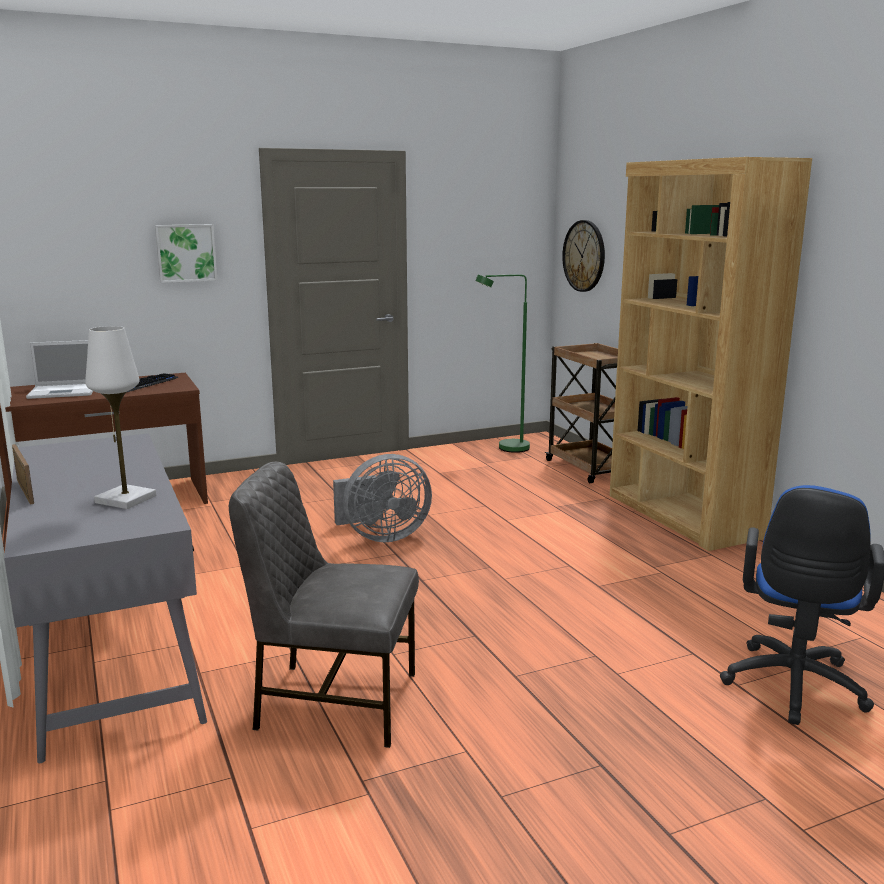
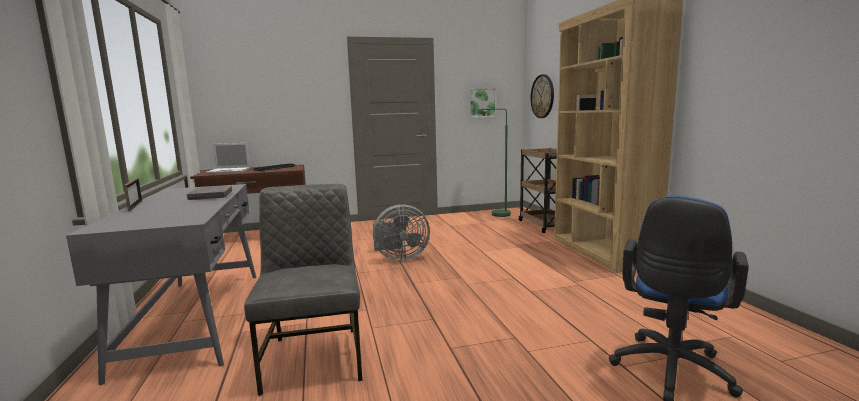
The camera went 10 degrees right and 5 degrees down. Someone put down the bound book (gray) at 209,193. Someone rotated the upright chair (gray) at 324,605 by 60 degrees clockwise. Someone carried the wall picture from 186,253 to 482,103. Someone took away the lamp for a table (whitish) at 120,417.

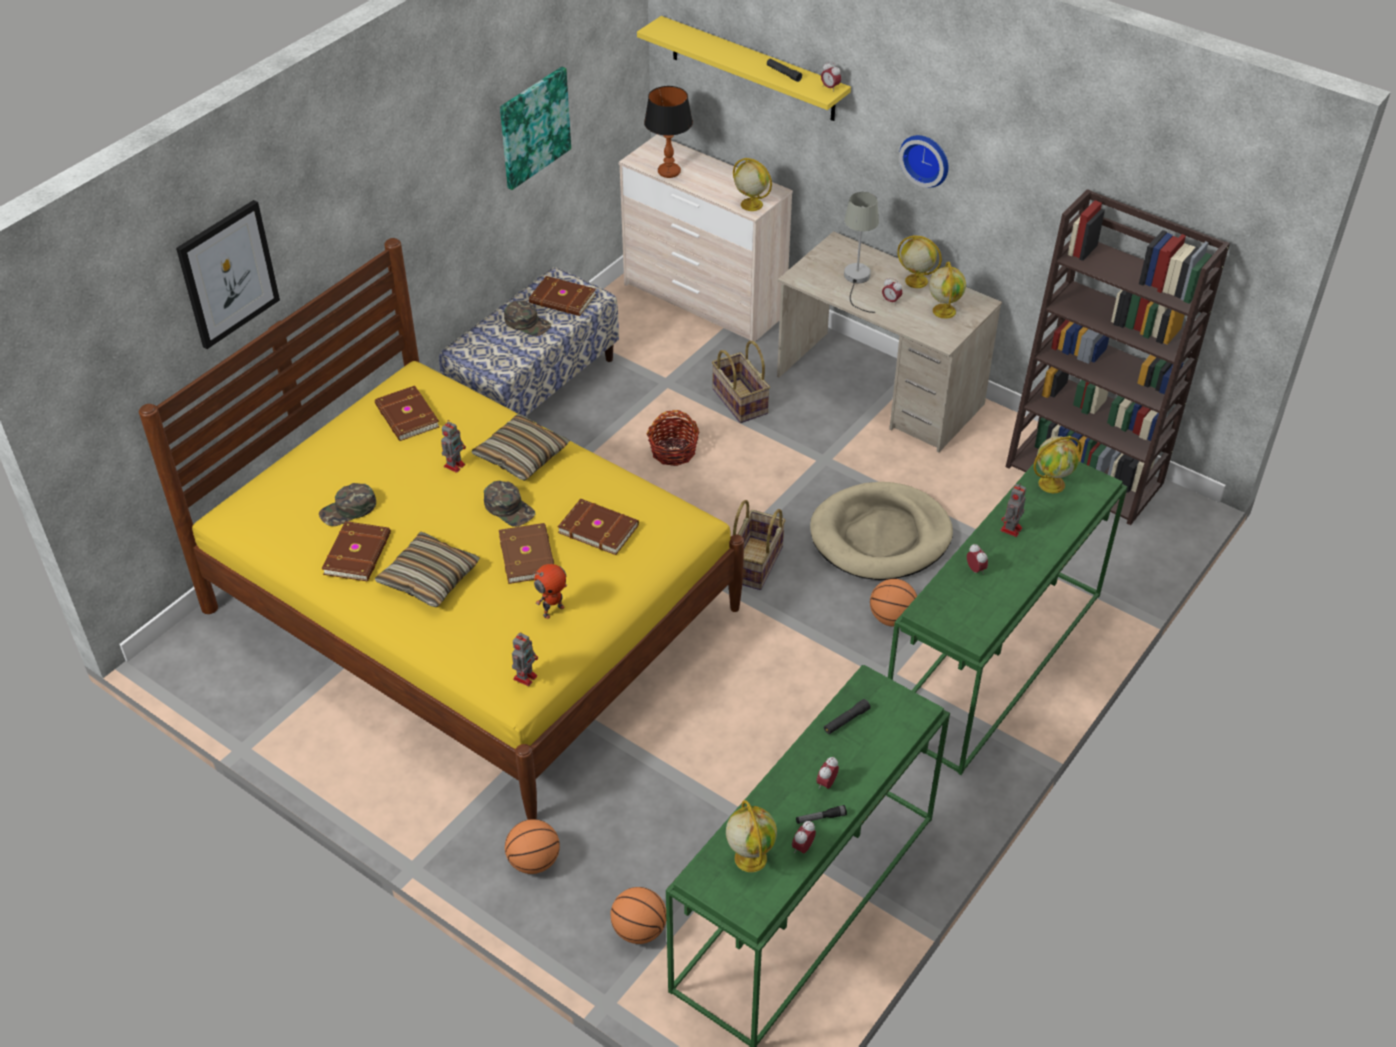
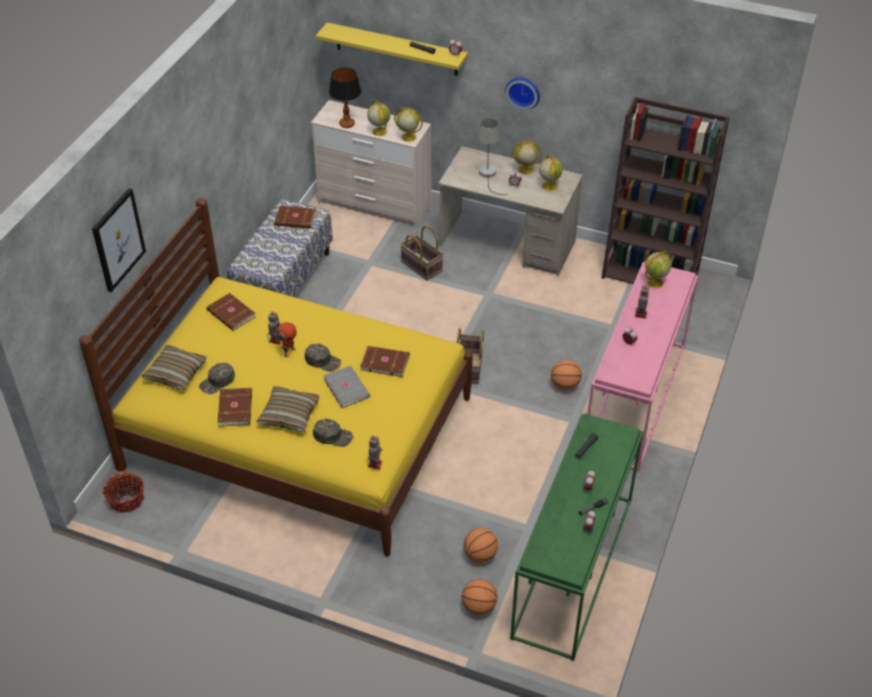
The camera went 15 degrees left and 0 degrees up. Someone carried the basket from 672,438 to 123,492. Someone carried the cushion from 520,447 to 174,367. Someone carried the toy robot from 550,591 to 287,339. Someone carried the cap (green) from 527,318 to 333,433. Someone repainted the bound book (brown-coloured) at 526,553, which became the bound book (gray) at 346,387. Someone carried the desk globe from 751,836 to 378,118. Someone carried the ball for basketball from 532,846 to 481,545. Someone repainted the hall table (green) at 1008,618, which became the hall table (pink-coloured) at 643,366. Someone took away the wall picture at 535,128. Someone took away the dog cushion (beige-coloured) at 881,531.

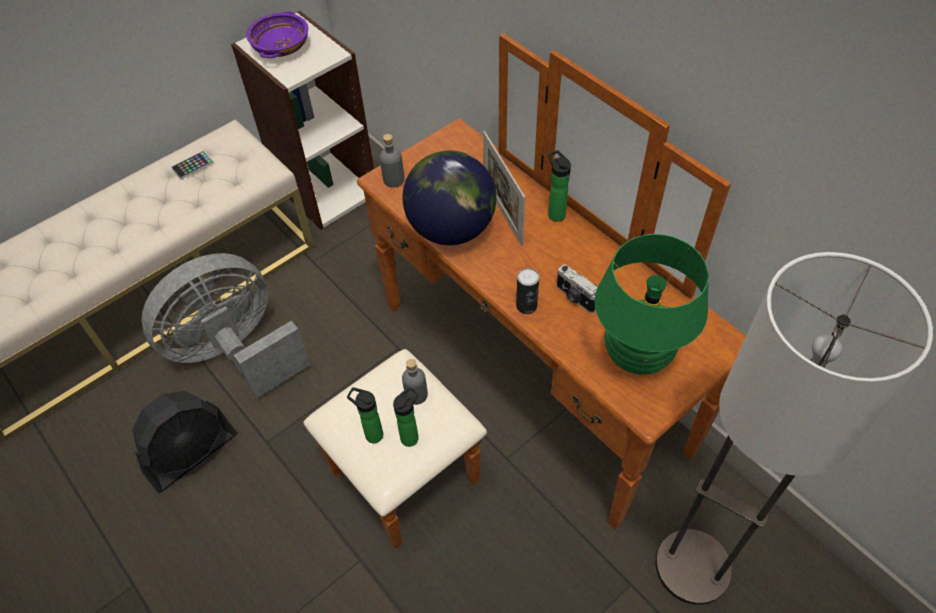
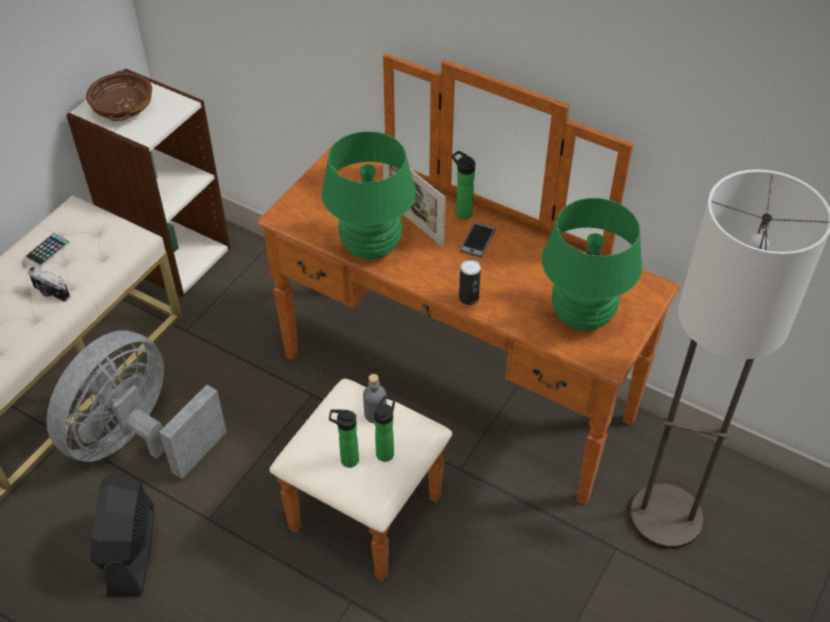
The camera went 20 degrees left and 5 degrees down. Someone carried the still camera from 577,288 to 49,284. Someone repainted the deep dish (purple-coloured) at 277,34, which became the deep dish (brown-coloured) at 119,95. Someone rotated the cooling fan (black) at 184,442 by 150 degrees clockwise. Someone swapped the desk globe at 449,197 for the lamp for a table (green) at 369,195. Someone put down the handset at 478,240. Someone took away the drink bottle (gray) at 392,161.

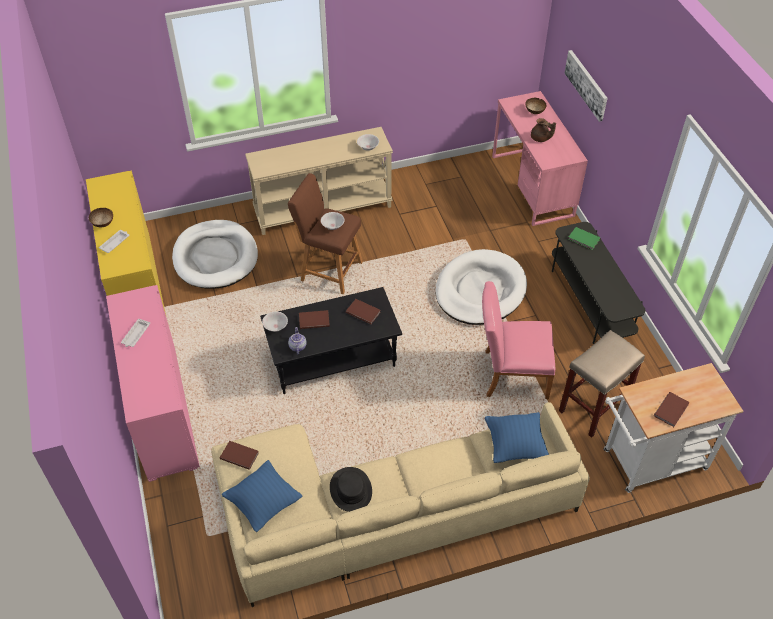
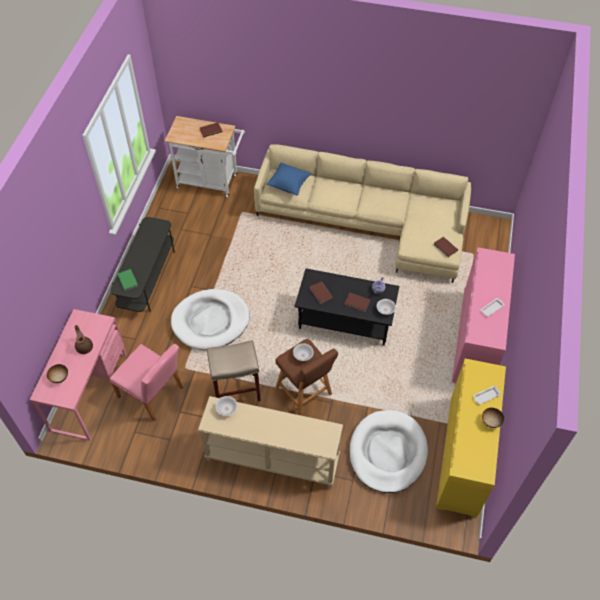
The camera went 150 degrees left and 5 degrees up. Someone carried the upright chair (pink-coloured) from 518,340 to 146,382. Someone carried the sitting stool (beige-coloured) from 602,384 to 234,370. Someone took away the cushion (bluish) at 262,496. Someone took away the clothing hat (black) at 351,489. Someone took away the wall picture at 586,86.

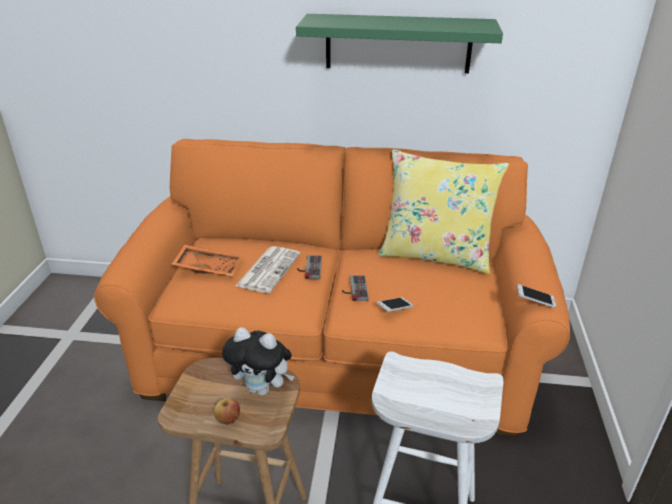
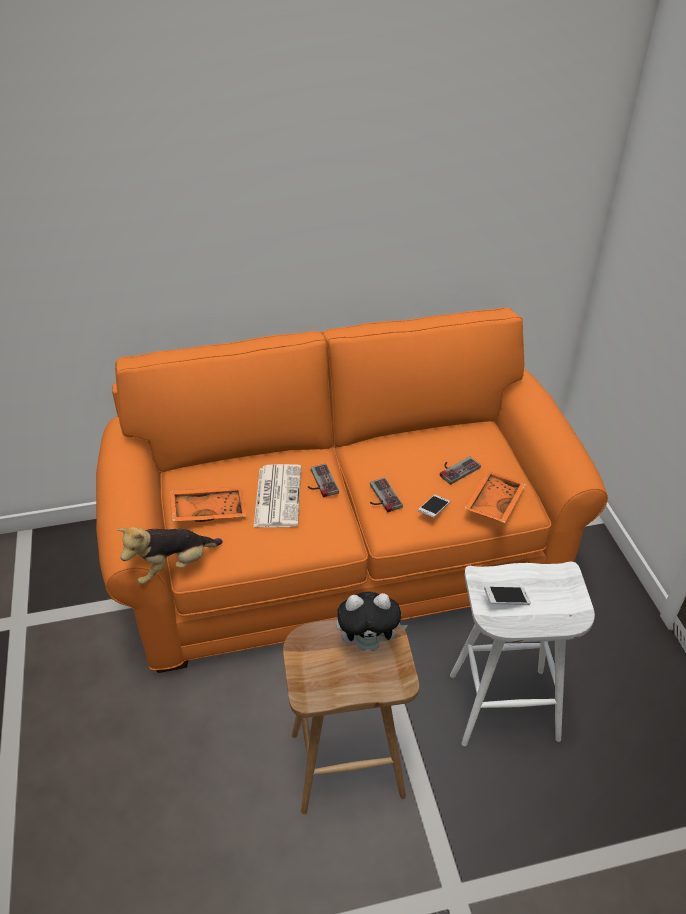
The camera went 20 degrees left and 10 degrees up. Someone put down the soft toy at 170,555. Someone put down the gamepad at 460,470. Someone put down the carrying tray (orange) at 495,496. Someone carried the handset from 537,296 to 507,595. Someone took away the apple at 227,411. Someone took away the wall shelf (green) at 399,43. Someone took away the cushion (yellow) at 443,211.

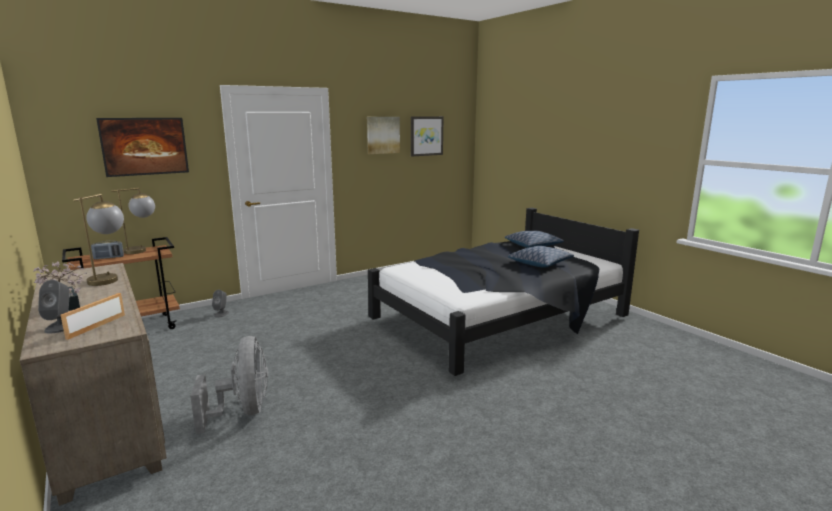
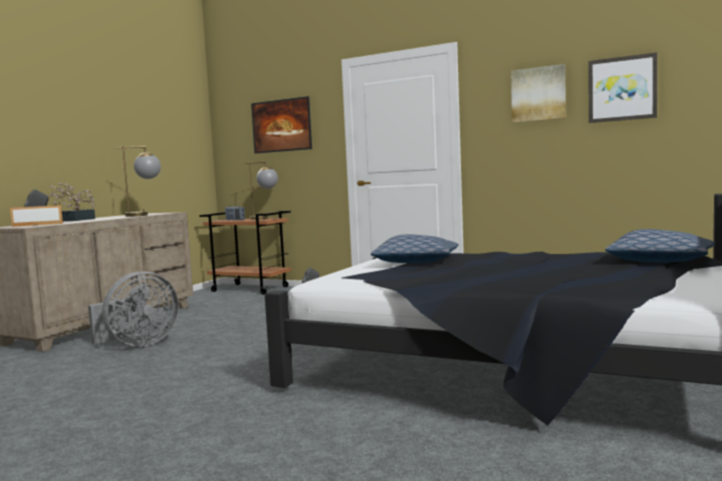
The camera went 60 degrees right and 10 degrees down. Someone carried the cushion from 541,257 to 415,248.

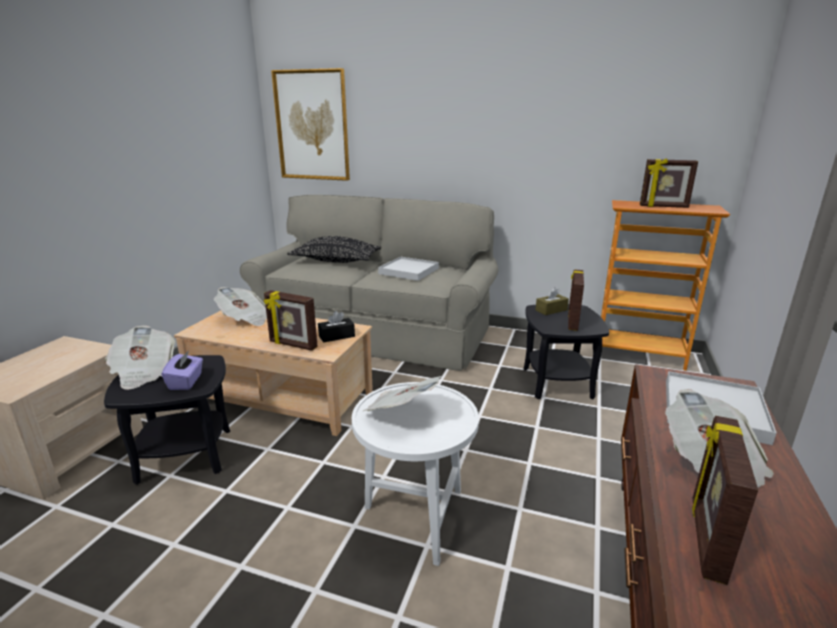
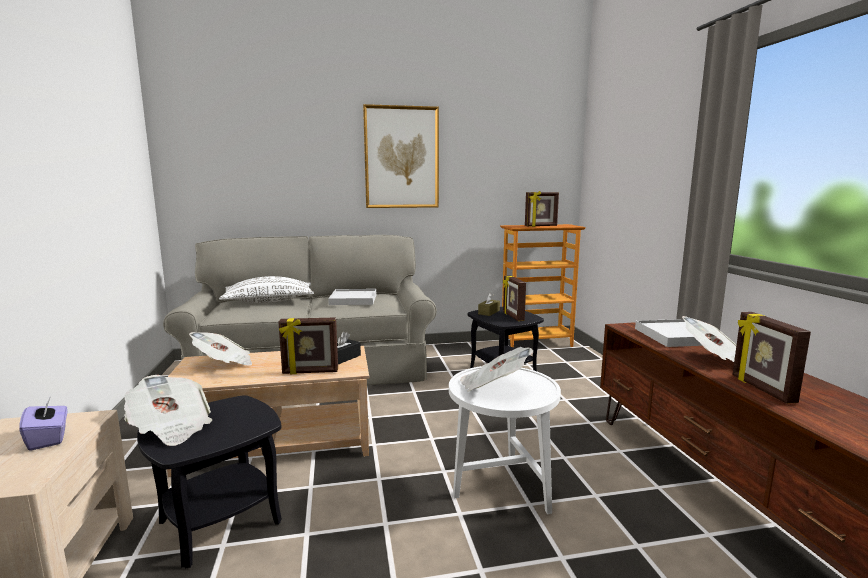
The camera went 30 degrees left and 10 degrees down. Someone carried the tissue holder (purple-coloured) from 182,370 to 43,423. Someone repainted the cushion (black) at 334,249, which became the cushion (whitish) at 266,289. Someone carried the wall picture from 310,124 to 401,156.

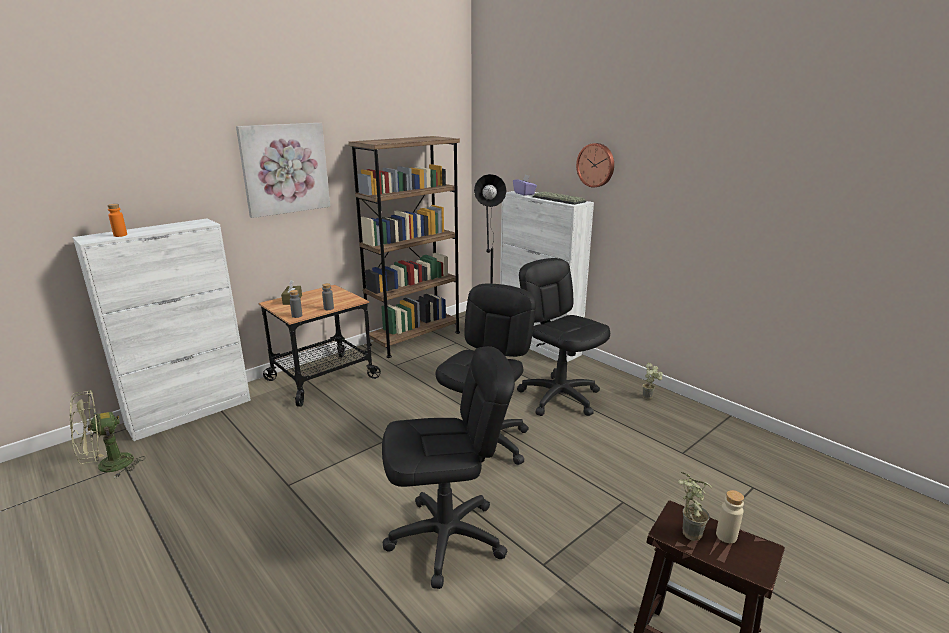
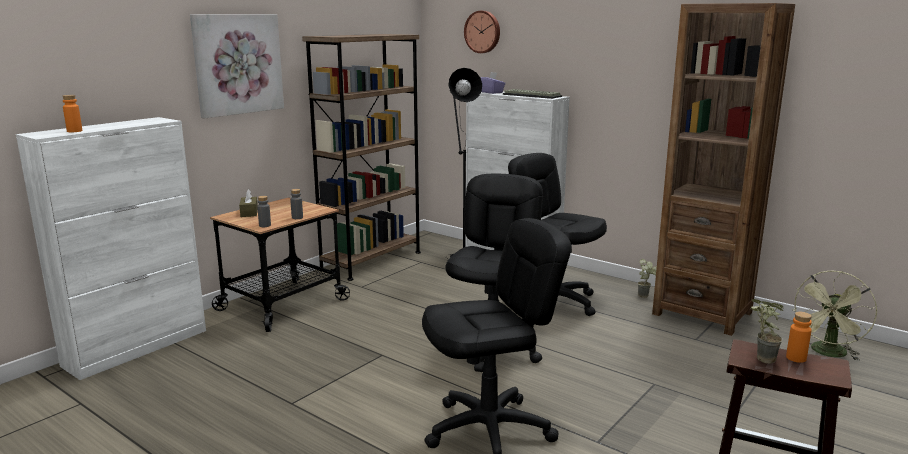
The camera went 10 degrees left and 5 degrees down. Someone carried the hanging clock from 595,165 to 482,32. Someone put down the bookshelf (brown-coloured) at 723,169. Someone repainted the drink bottle (beige-coloured) at 730,516, which became the drink bottle (orange) at 799,337. Someone carried the cooling fan (green) from 107,434 to 835,315.

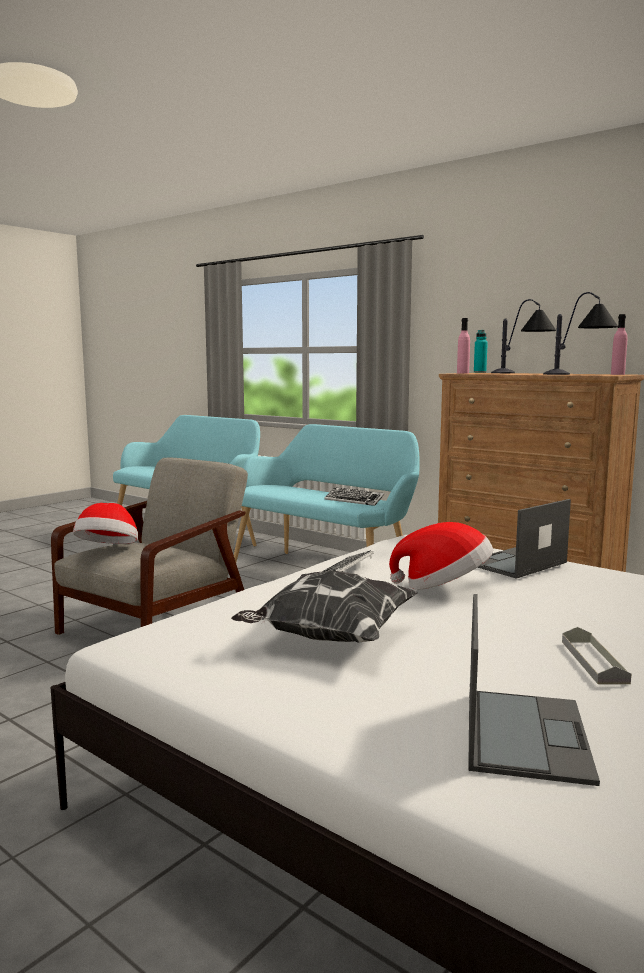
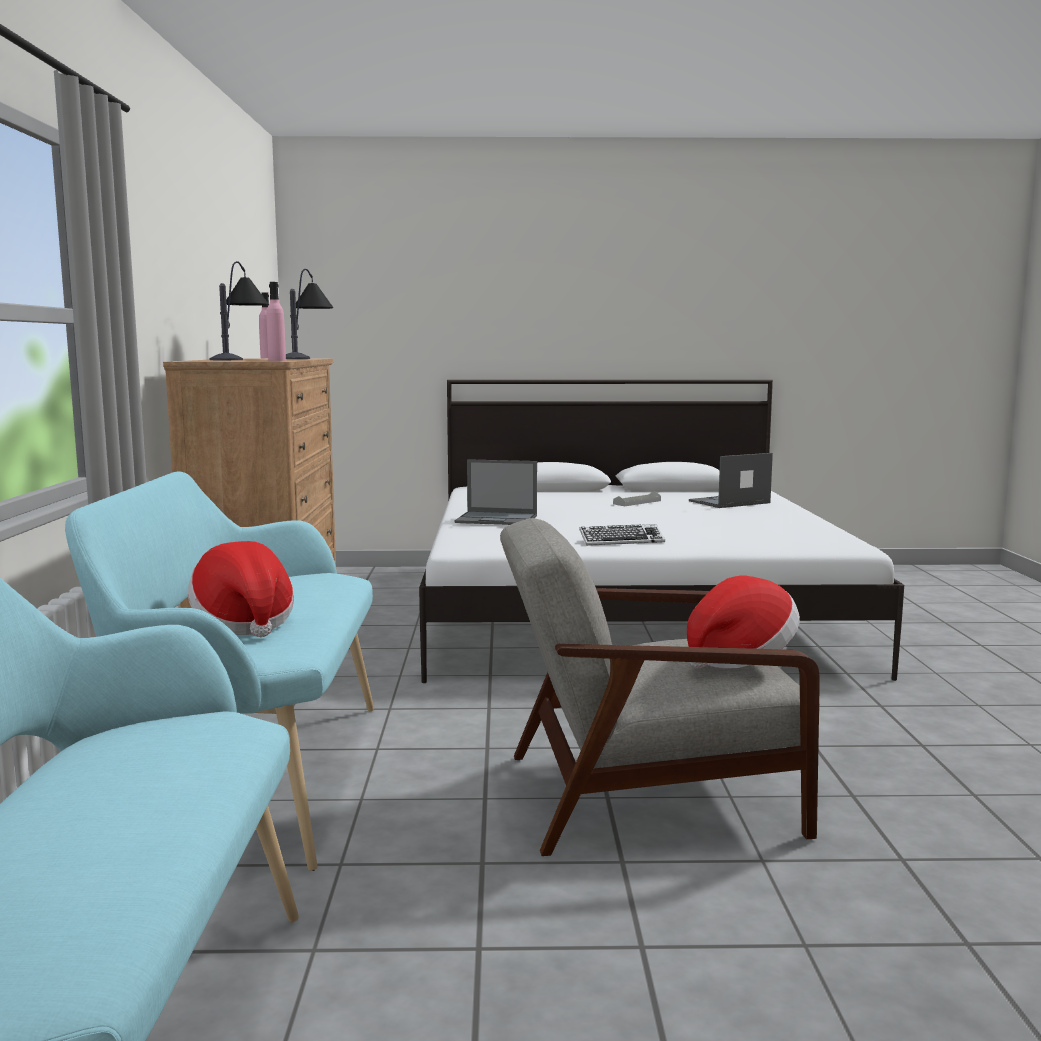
The camera went 130 degrees left and 0 degrees up. Someone carried the clothing hat from 441,556 to 241,589. Someone took away the cushion at 324,606. Someone took away the computer keyboard at 354,496. Someone took away the drink bottle (turquoise-coloured) at 481,351.

